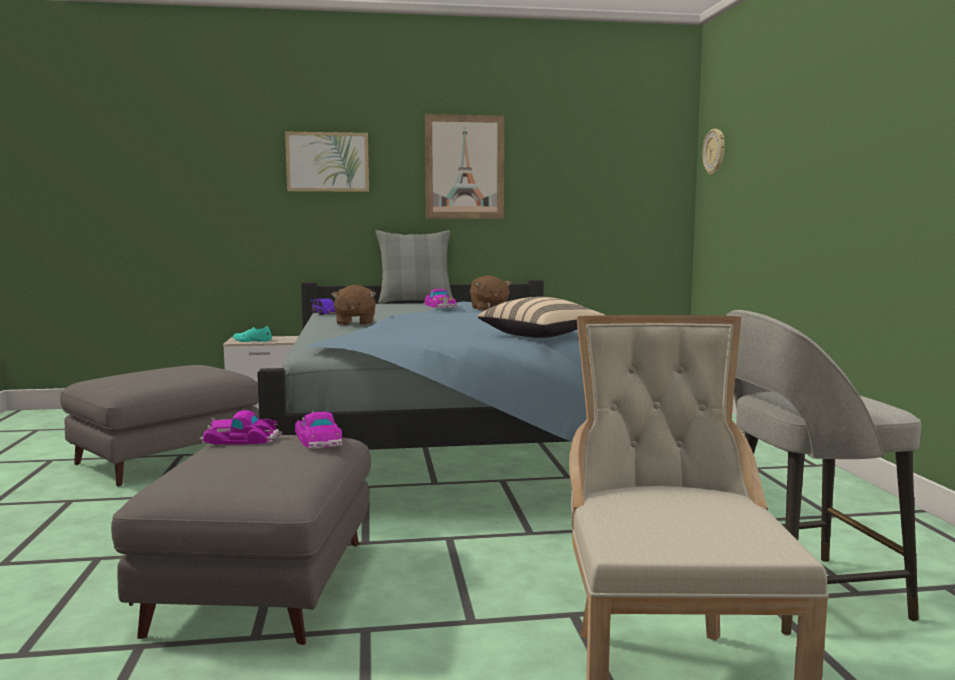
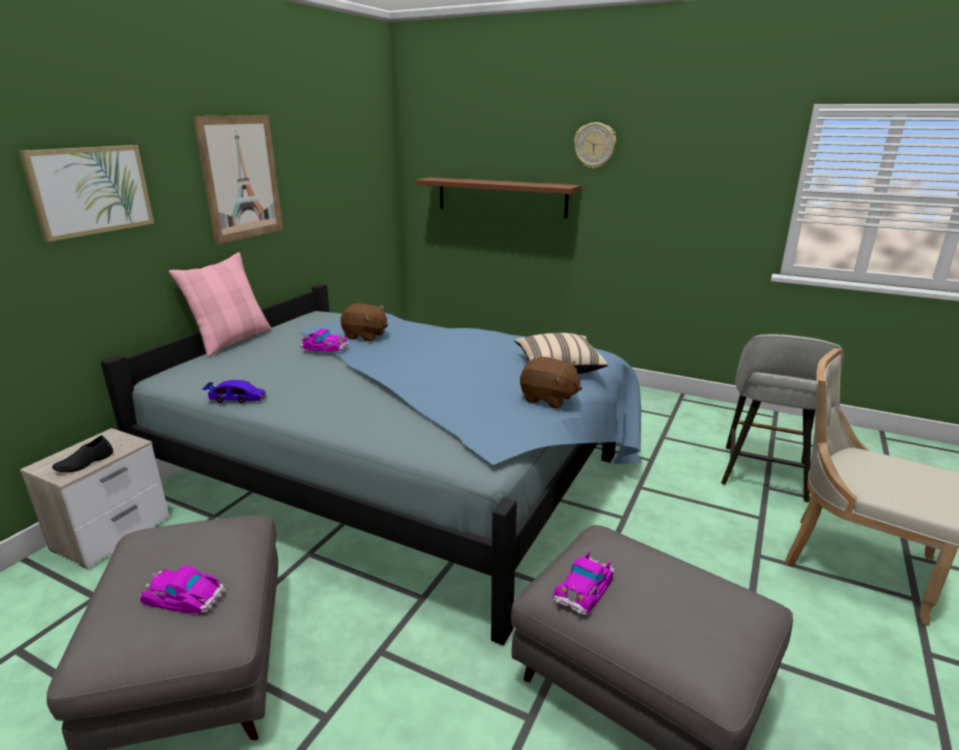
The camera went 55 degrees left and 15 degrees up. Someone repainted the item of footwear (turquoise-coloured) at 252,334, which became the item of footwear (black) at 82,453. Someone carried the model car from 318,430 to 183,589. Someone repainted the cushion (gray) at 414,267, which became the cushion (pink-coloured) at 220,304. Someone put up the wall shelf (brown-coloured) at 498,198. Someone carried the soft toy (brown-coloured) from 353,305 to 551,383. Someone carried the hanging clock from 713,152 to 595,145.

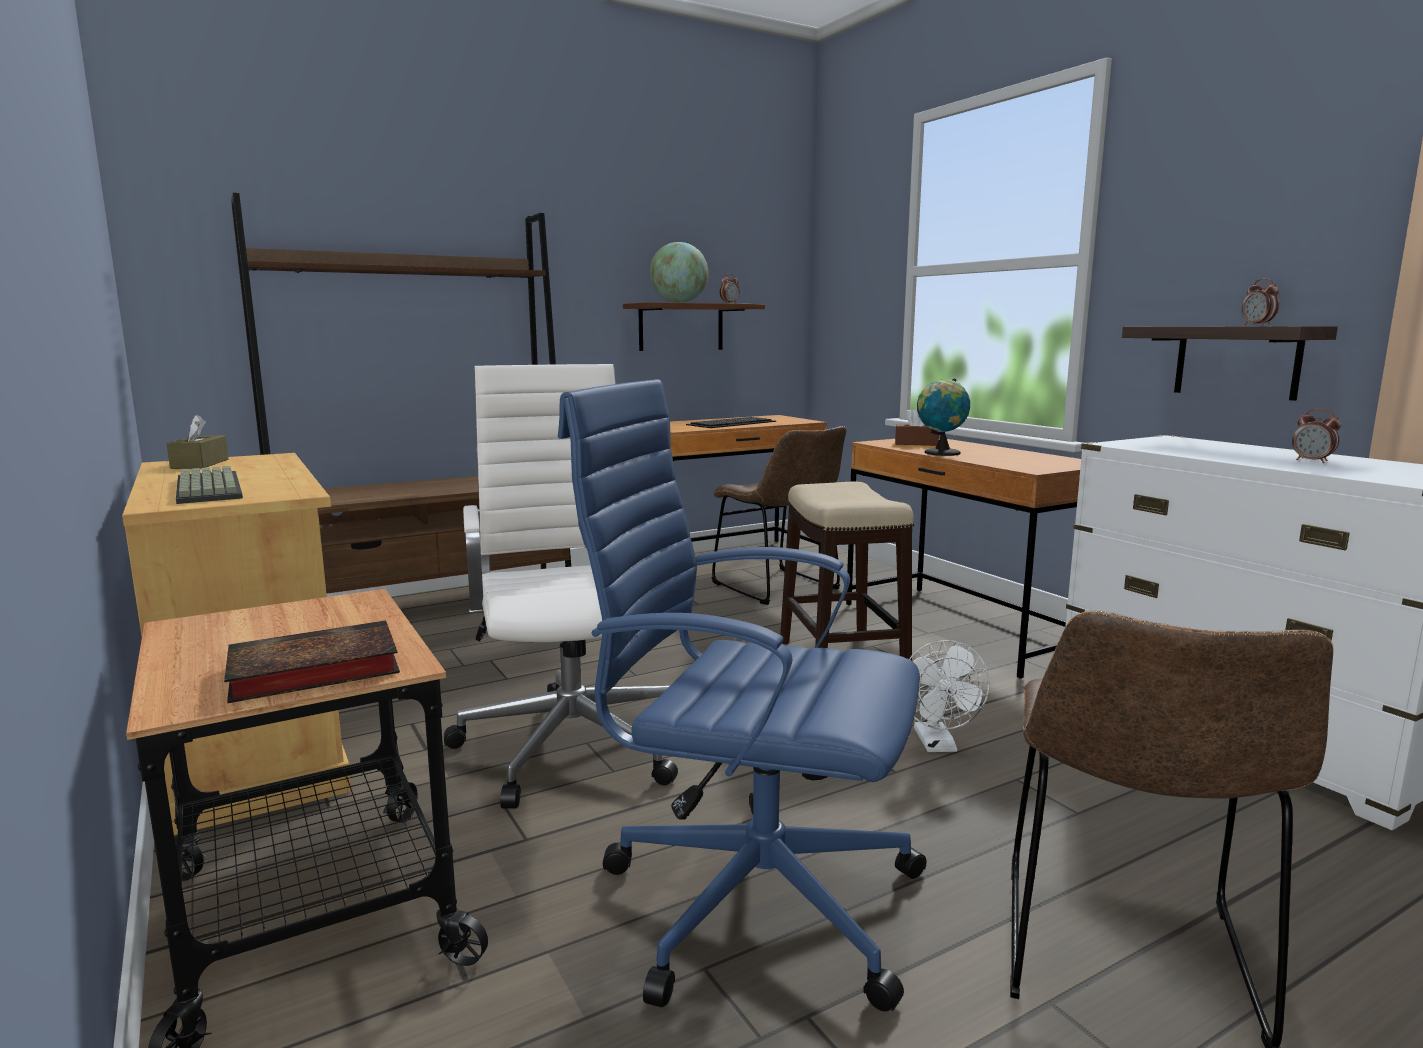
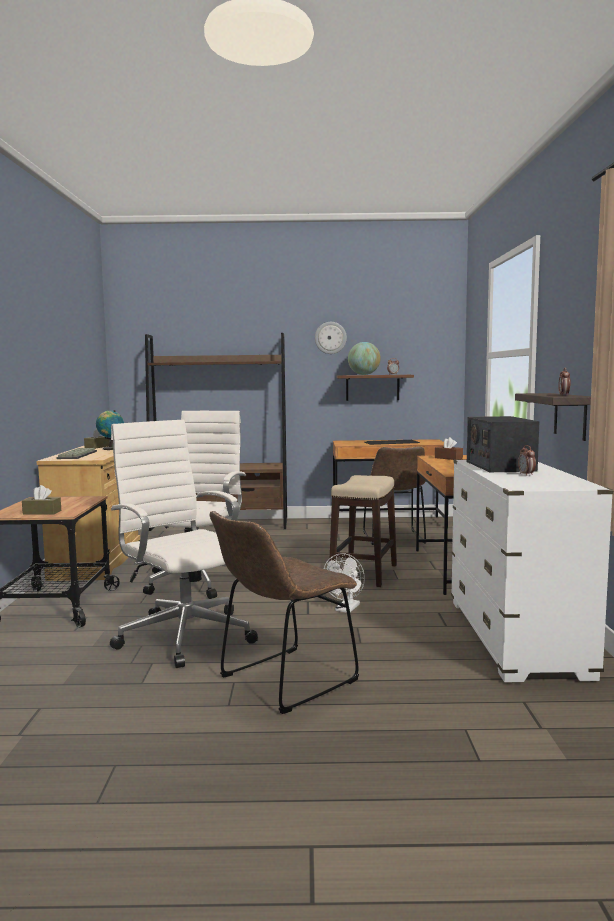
The camera went 30 degrees right and 5 degrees down. Someone swapped the bound book at 312,661 for the tissue holder (brown-coloured) at 41,500. Someone carried the desk globe from 943,417 to 110,430. Someone repainted the office chair (bluish) at 742,695, which became the office chair (whitish) at 184,544. Someone put up the hanging clock at 331,338. Someone put down the radio set at 503,444.

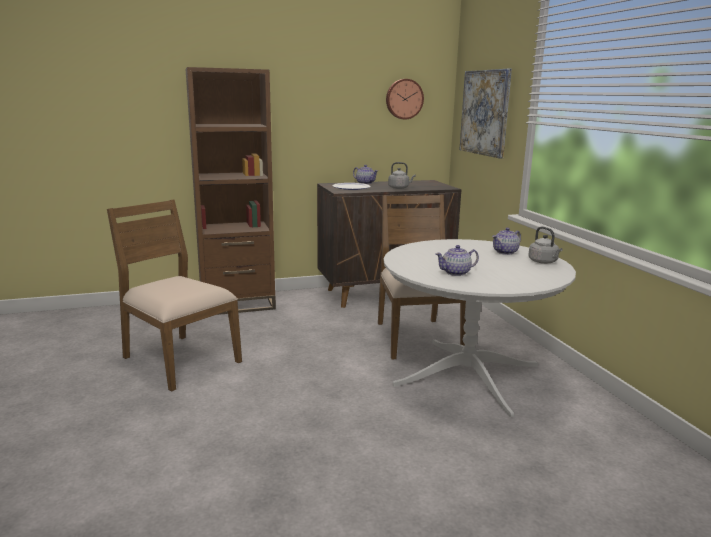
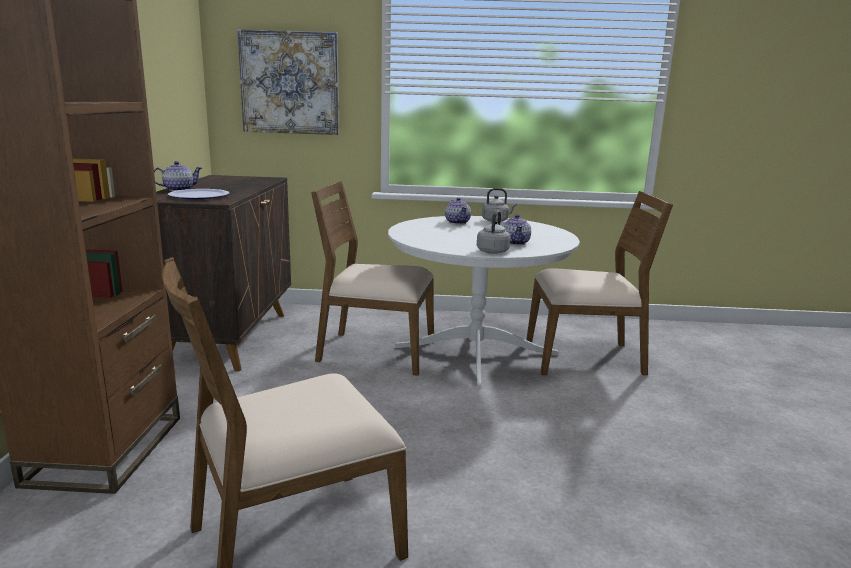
The camera went 70 degrees left and 0 degrees up. Someone carried the water kettle (gray) from 402,175 to 494,232. Someone put down the upright chair (brown-coloured) at 599,283. Someone took away the hanging clock at 405,99.

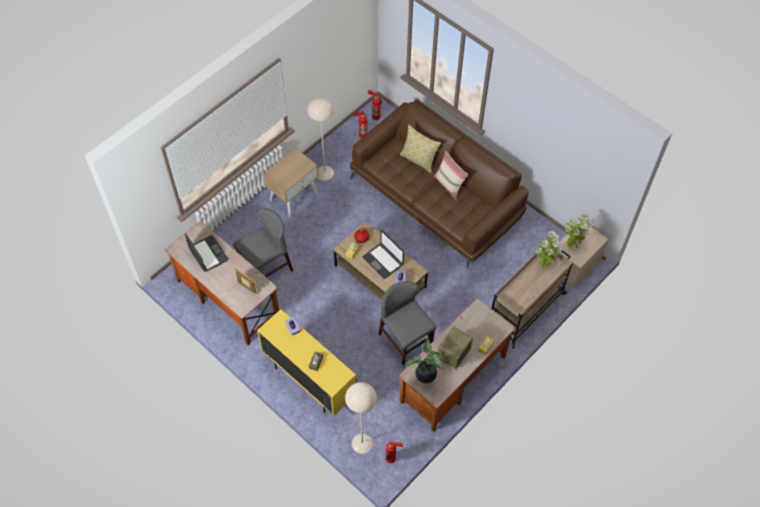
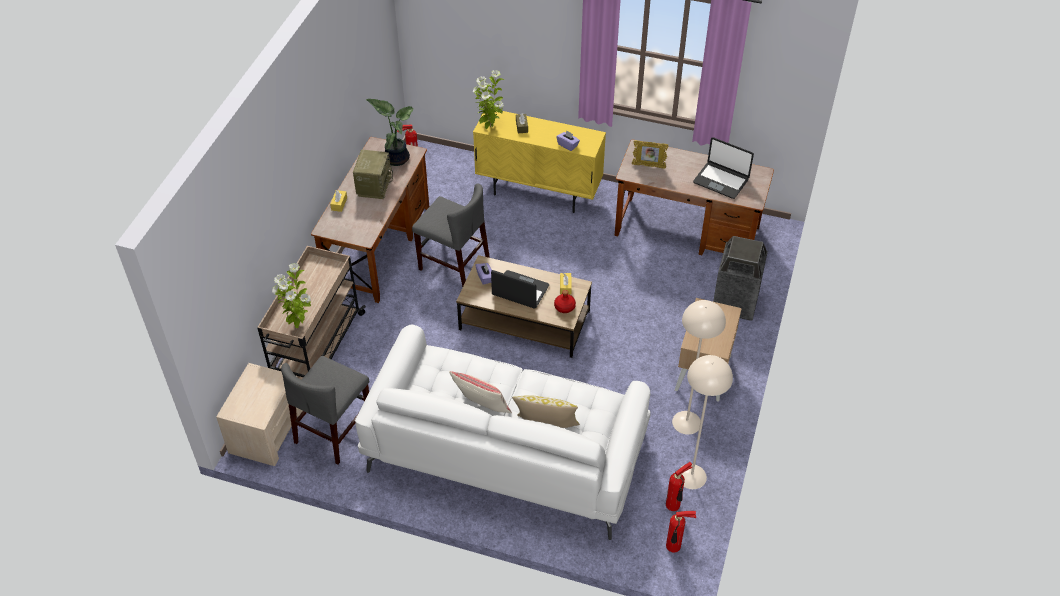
The camera went 155 degrees right and 10 degrees down. Someone carried the upright chair (gray) from 263,242 to 325,410. Someone repainted the sofa (brown-coloured) at 439,183, which became the sofa (whitish) at 503,432. Someone carried the plant in a pot from 577,230 to 488,99. Someone carried the standard lamp (beige-coloured) from 361,418 to 706,422. Someone put down the rubbish bin at 740,278.

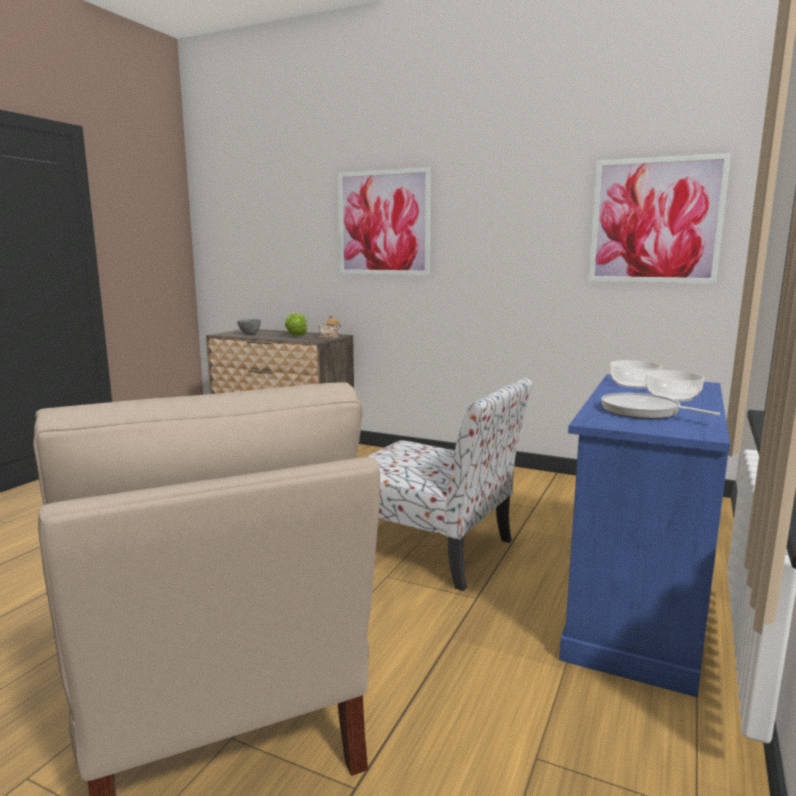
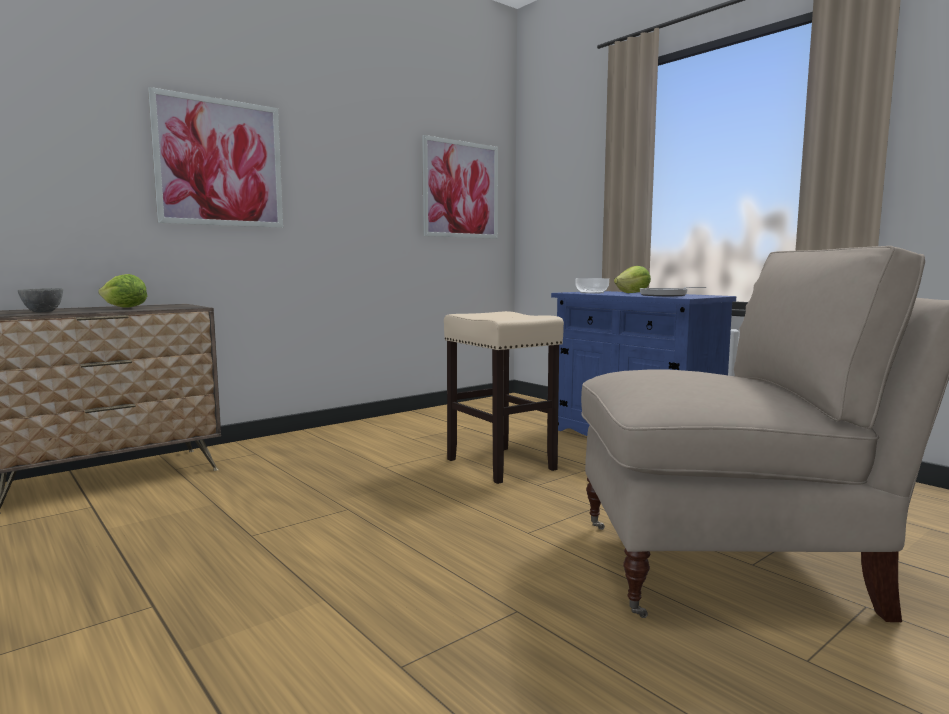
The camera went 65 degrees left and 5 degrees down. Someone swapped the upright chair at 449,484 for the sitting stool (beige-coloured) at 504,397. Someone swapped the deep dish at 675,386 for the lettuce head at 632,279. Someone took away the tea pot at 330,326.

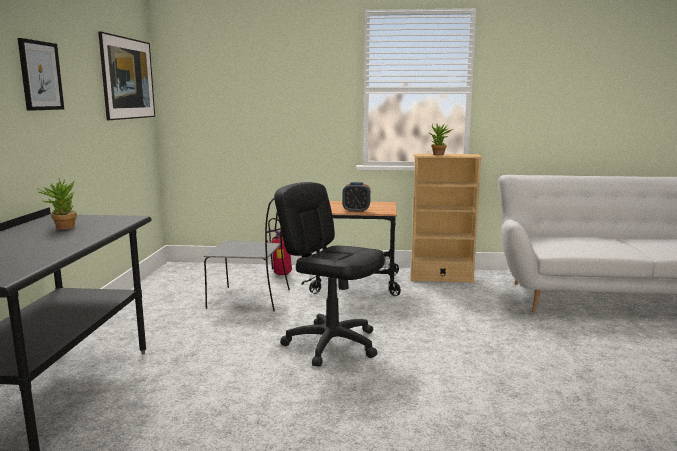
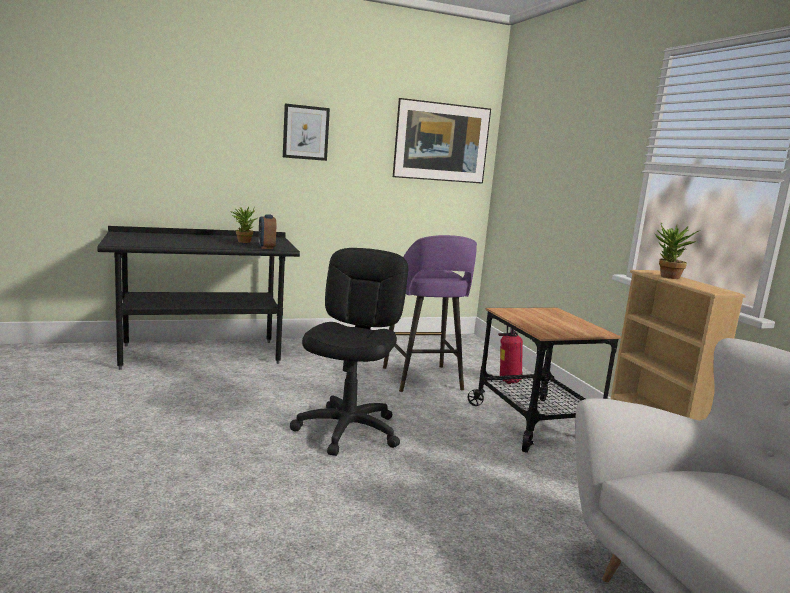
The camera went 65 degrees right and 0 degrees up. Someone carried the table clock from 356,197 to 267,231. Someone swapped the upright chair (gray) at 247,255 for the sitting stool (purple-coloured) at 430,313.

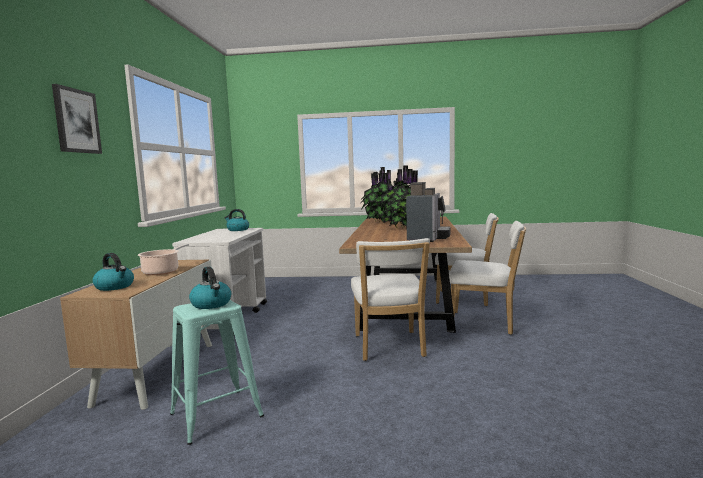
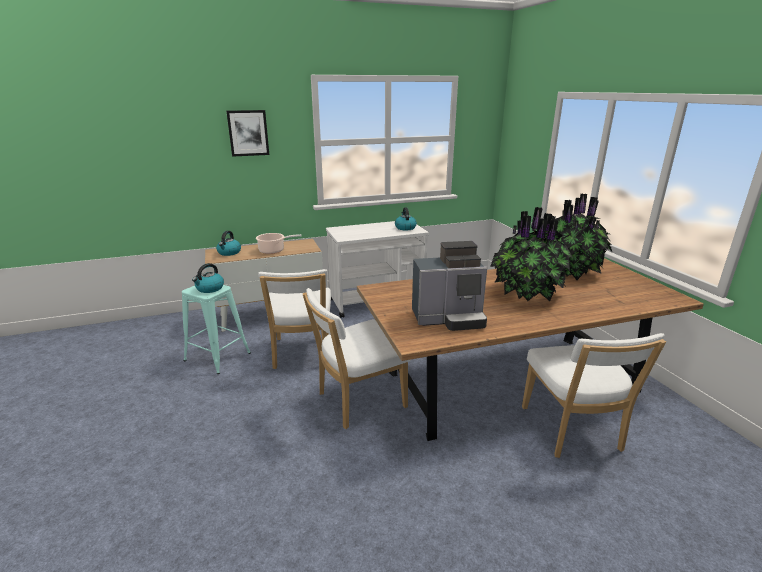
The camera went 65 degrees right and 15 degrees up. Someone carried the upright chair (whitish) from 487,278 to 294,319.

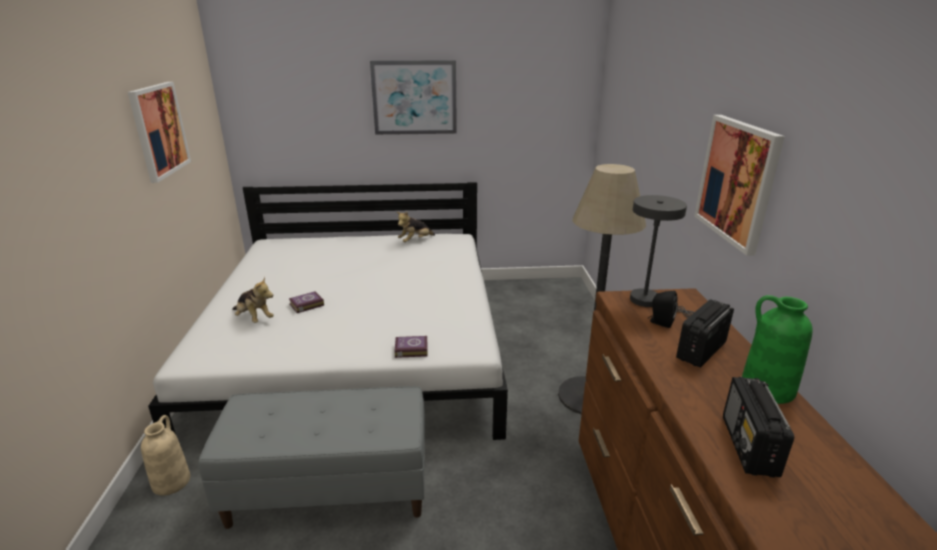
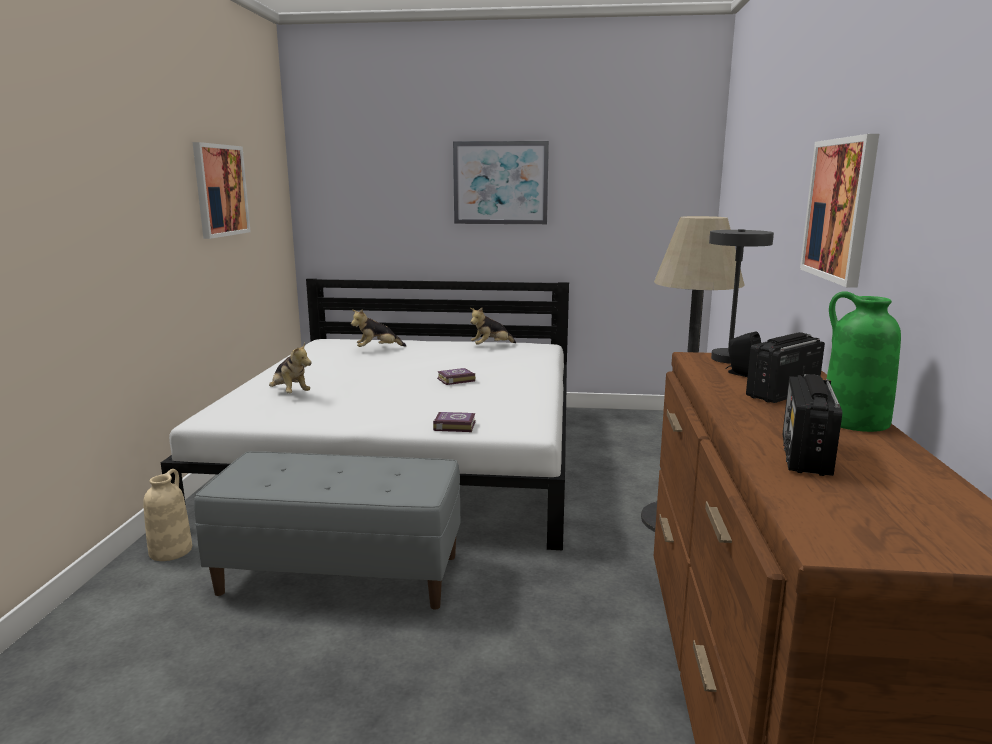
The camera went 10 degrees right and 10 degrees down. Someone put down the soft toy at 378,328. Someone carried the bound book from 306,302 to 456,376.

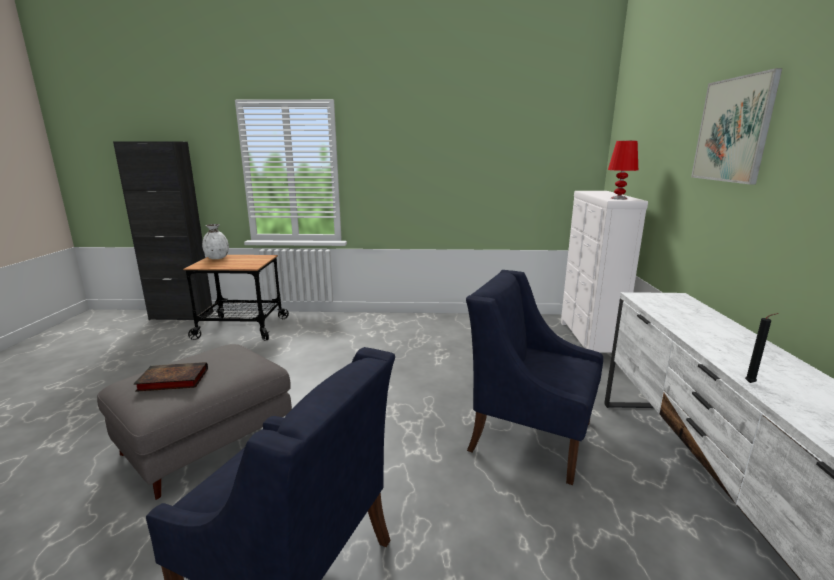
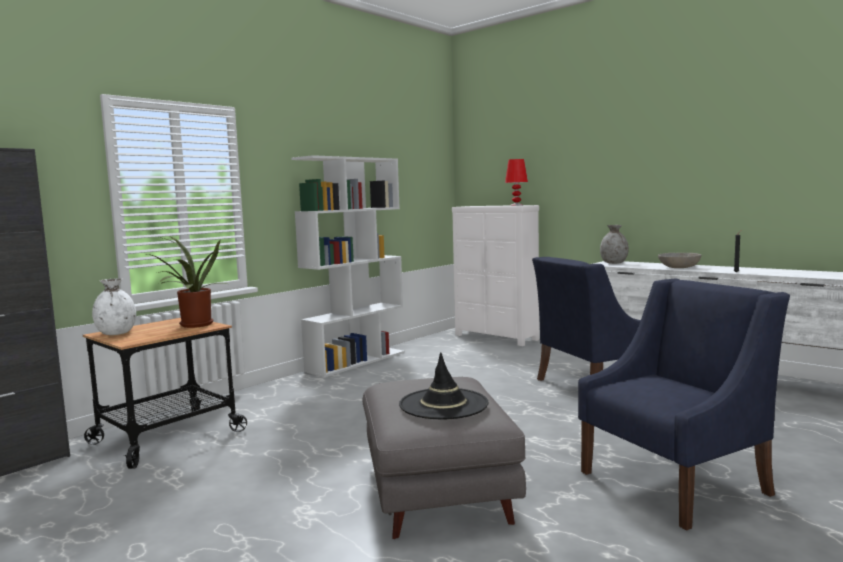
The camera went 50 degrees left and 10 degrees down. Someone put down the plant in a pot at 188,282. Someone put down the bookshelf (whitish) at 348,266. Someone swapped the bound book at 171,377 for the clothing hat (black) at 444,385. Someone put down the decorative vase (gray) at 614,244. Someone put down the deep dish (gray) at 679,260. Someone took away the wall picture at 736,126.

